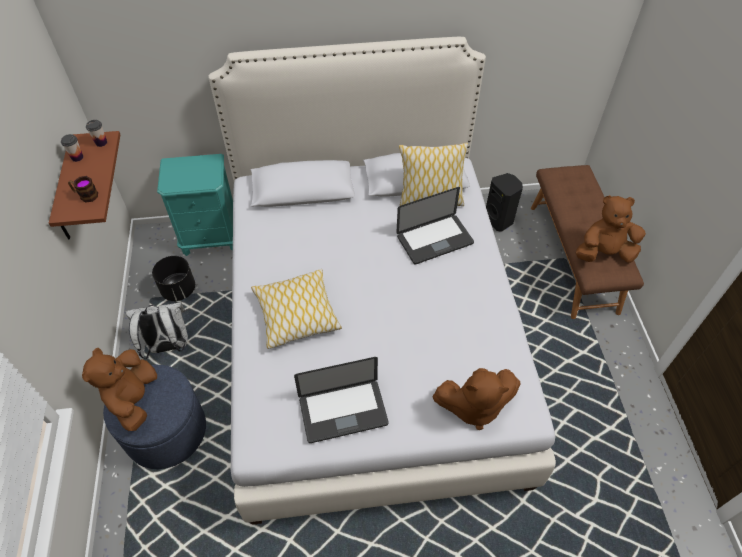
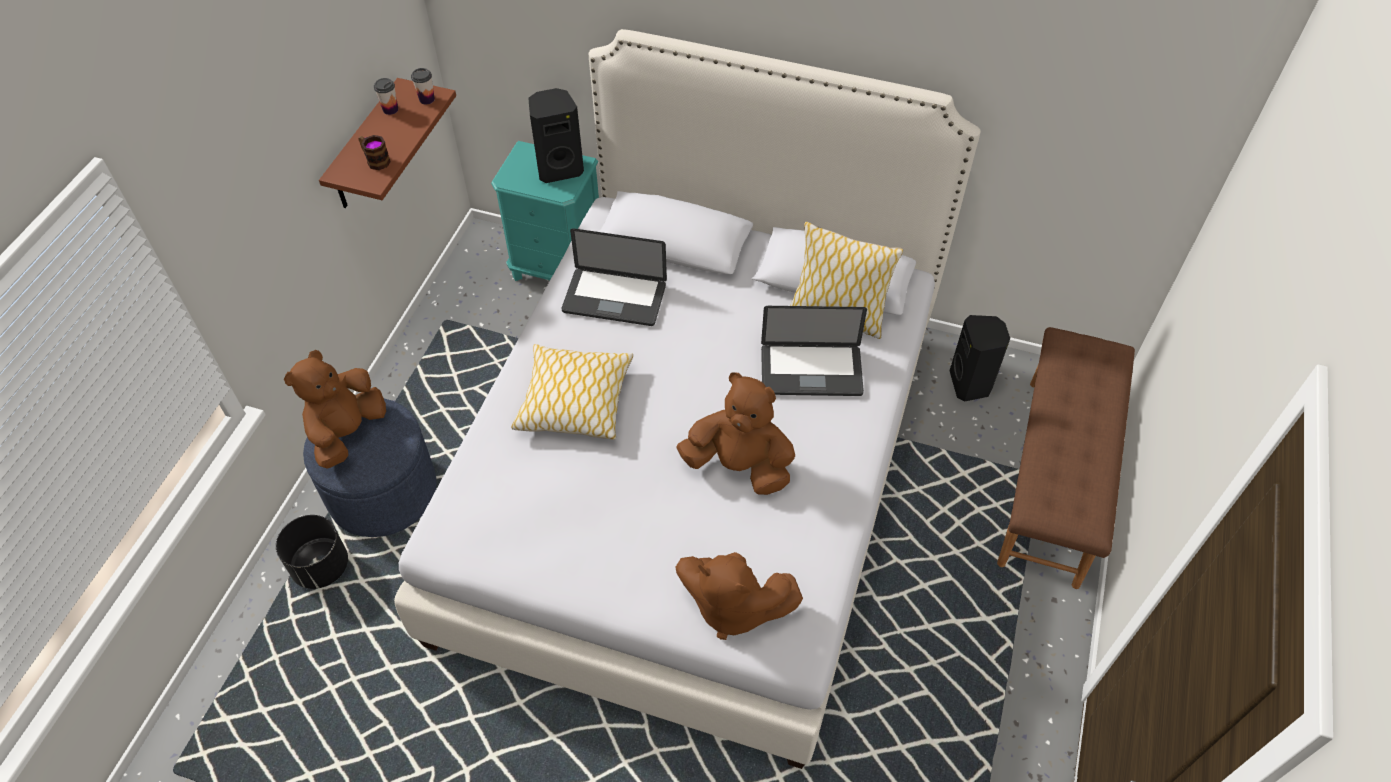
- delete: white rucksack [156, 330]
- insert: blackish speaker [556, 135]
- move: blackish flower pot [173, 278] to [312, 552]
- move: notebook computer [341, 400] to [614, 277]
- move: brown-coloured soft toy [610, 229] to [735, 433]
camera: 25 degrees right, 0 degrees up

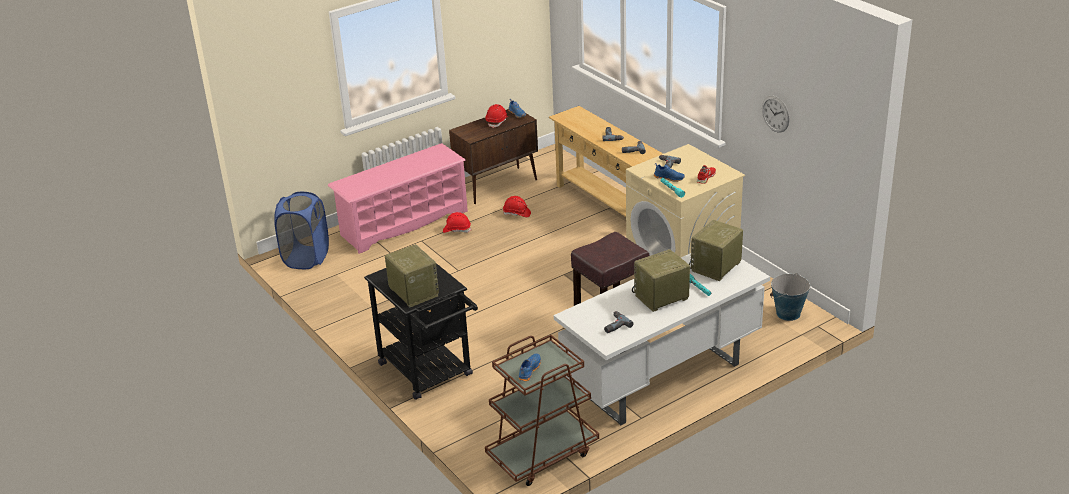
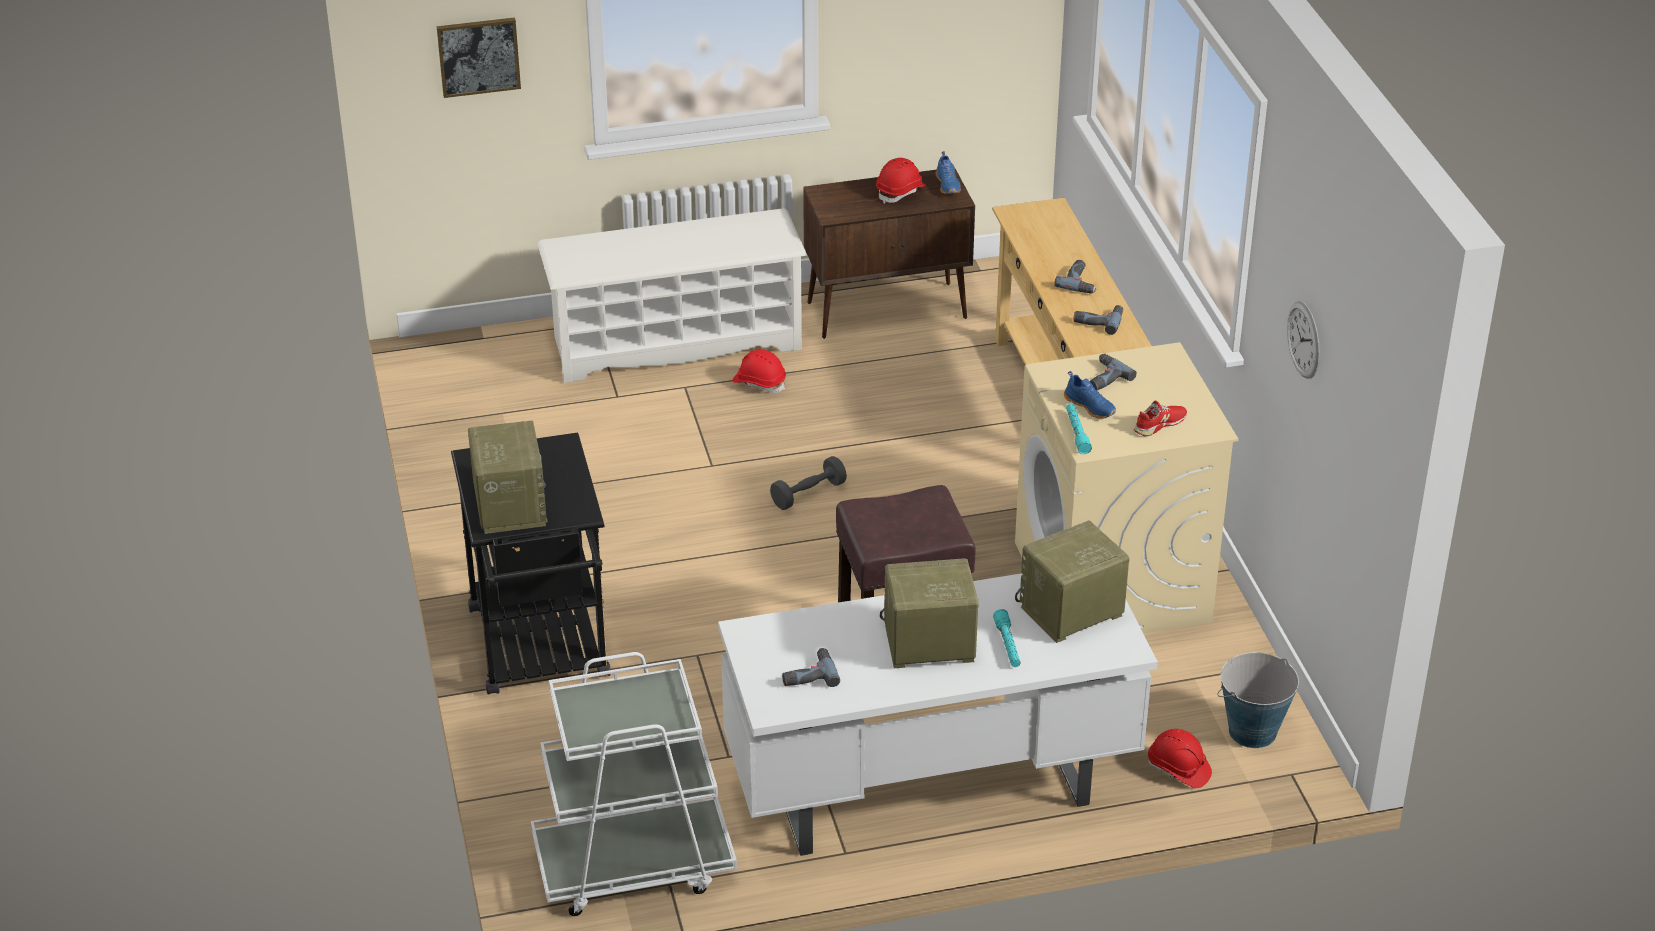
- delete: blue-coloured laundry basket [301, 230]
- delete: blue-coloured low shoe [530, 367]
- insert: wall art [479, 57]
- insert: greyish free weight [808, 483]
- move: red hard hat [517, 206] to [1180, 758]
- recolor: pink shoe stand [398, 198] to white shoe stand [672, 295]
- recolor: brown-coloured wheeled cart [542, 410] to white wheeled cart [634, 784]
camera: 20 degrees right, 5 degrees up

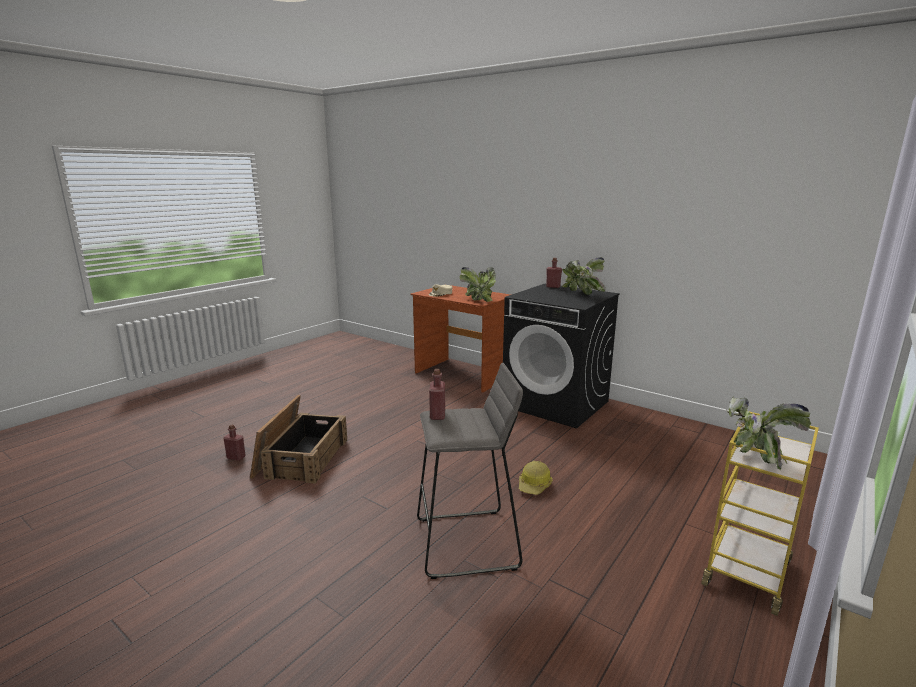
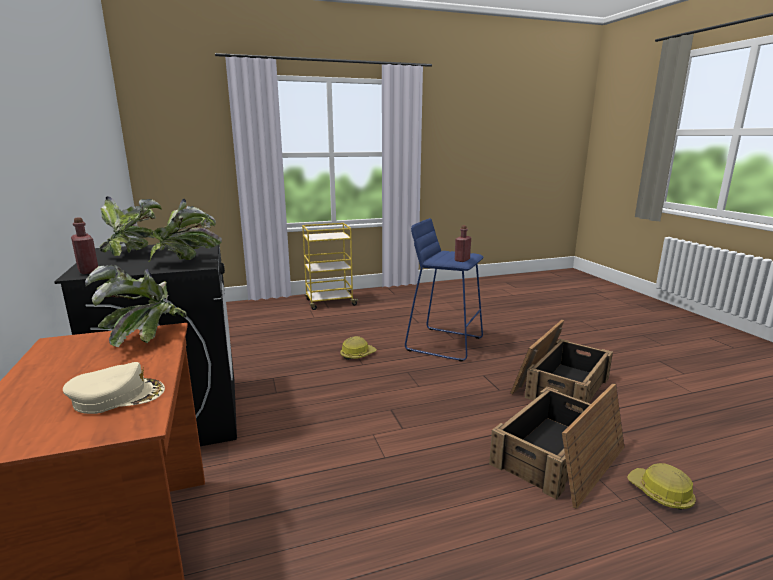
- insert: packing crate [561, 366]
- move: potted plant [768, 433] to [185, 230]
- replace: red drink bottle [235, 443] to hard hat [661, 486]
- recolor: greyish stool [470, 471] to blue-coloured stool [444, 290]
camera: 145 degrees left, 0 degrees up

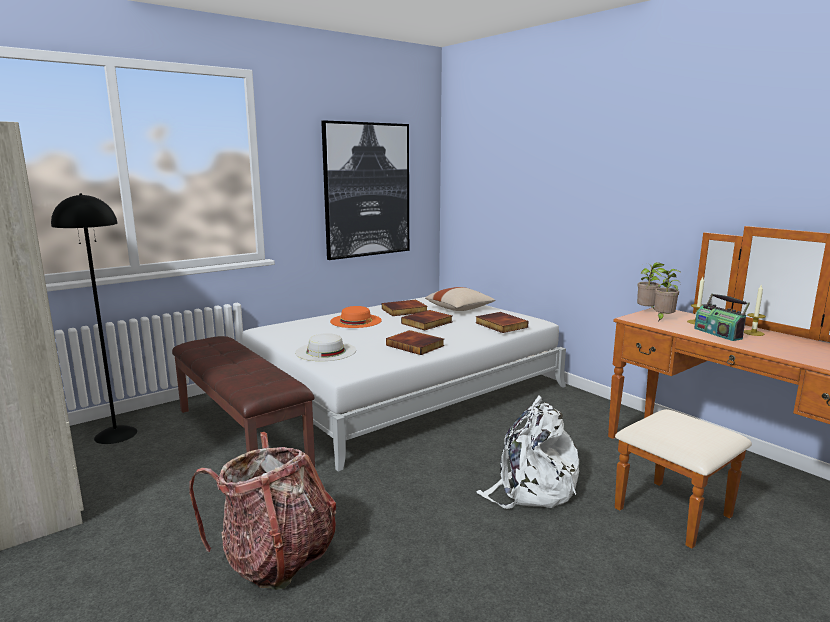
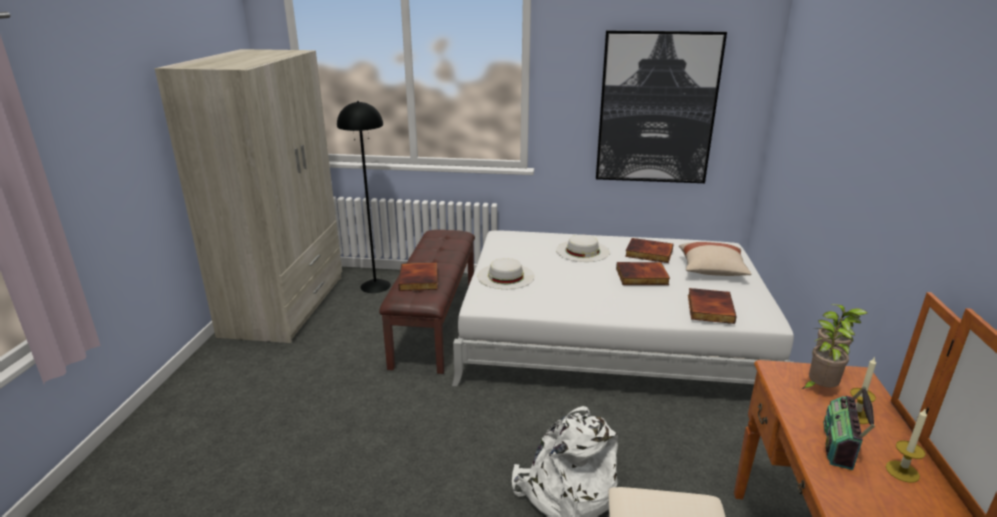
- delete: rucksack [262, 511]
- move: book [415, 342] to [418, 276]
- recolor: orange-coloured hat [356, 317] to white hat [583, 248]
camera: 45 degrees right, 10 degrees up

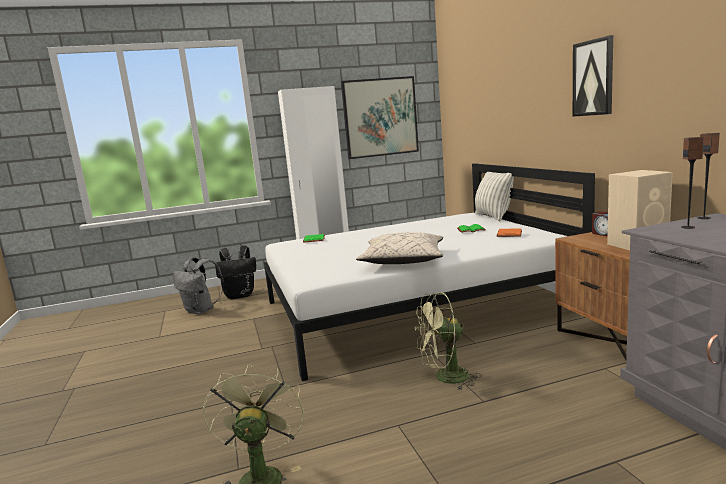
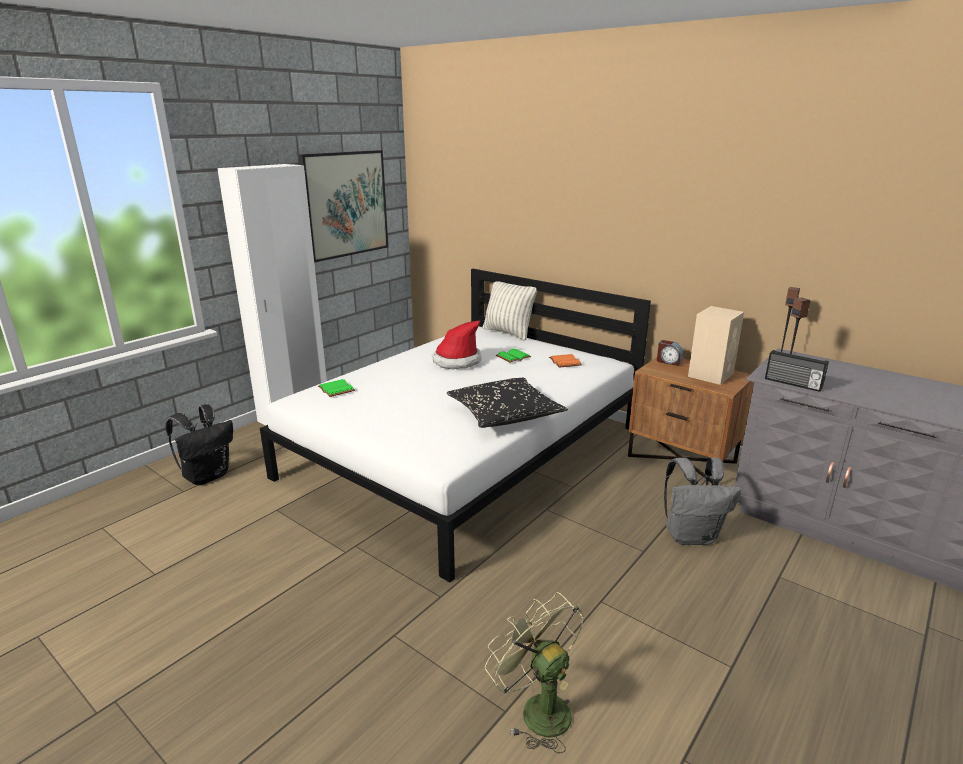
- delete: green fan [448, 341]
- delete: wall art [593, 76]
- insert: hat [456, 344]
- insert: radio [797, 371]
- move: greyish rucksack [198, 286] to [702, 501]
- recolor: beige-coloured cushion [400, 248] to blackish cushion [507, 403]
camera: 35 degrees left, 10 degrees up

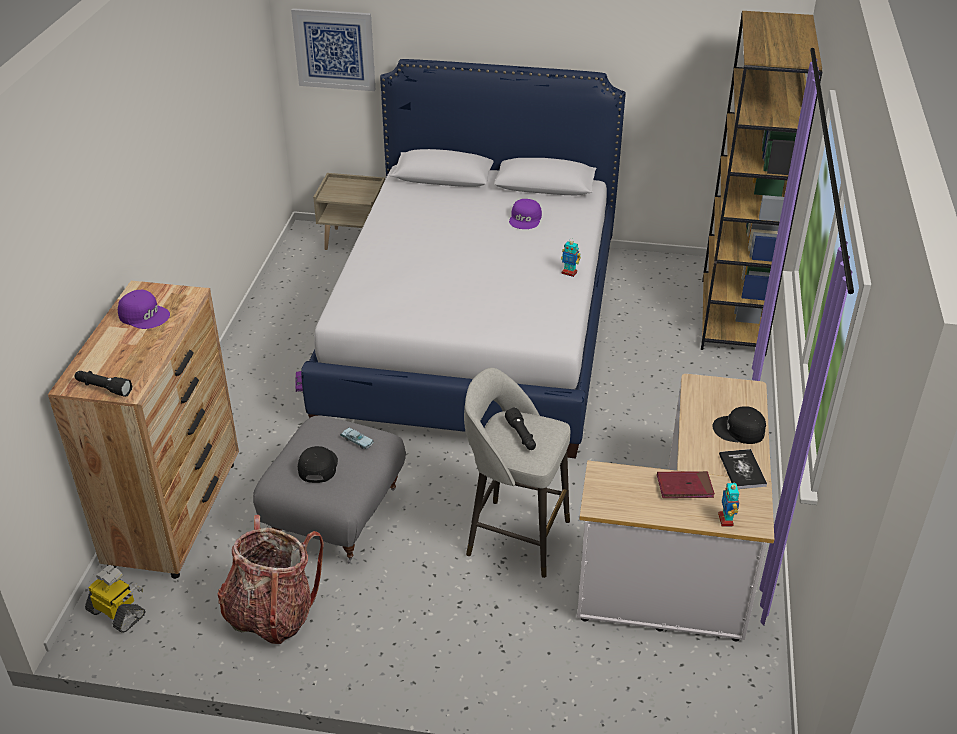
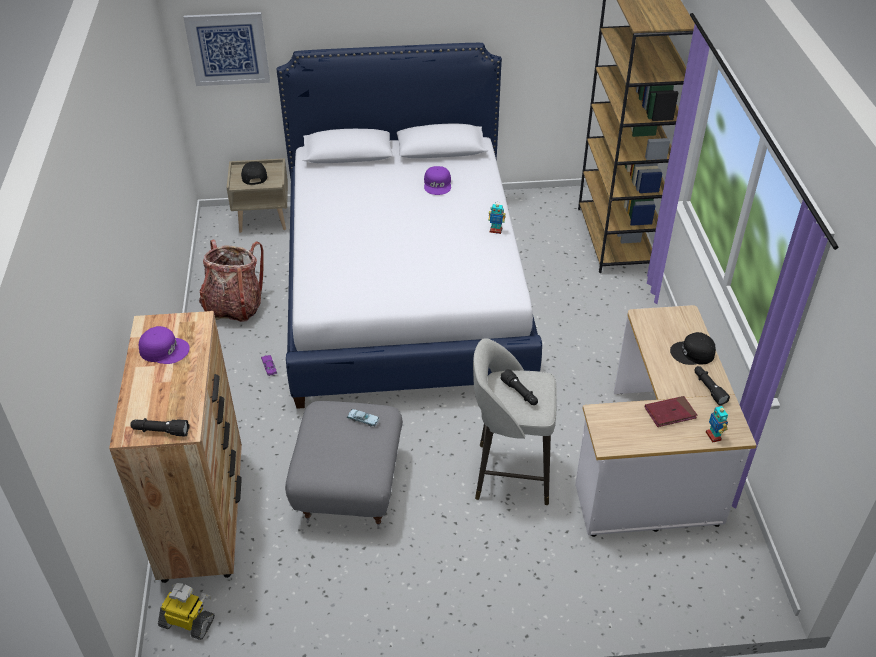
- move: rucksack [271, 579] to [231, 280]
- move: blackish peaked cap [318, 464] to [254, 173]
- replace: book [743, 469] to blackish hand torch [712, 386]
camera: 15 degrees left, 5 degrees up

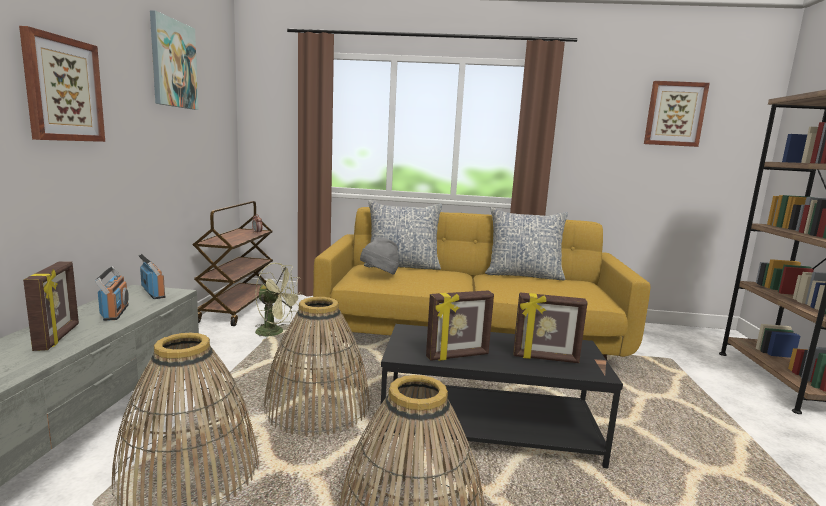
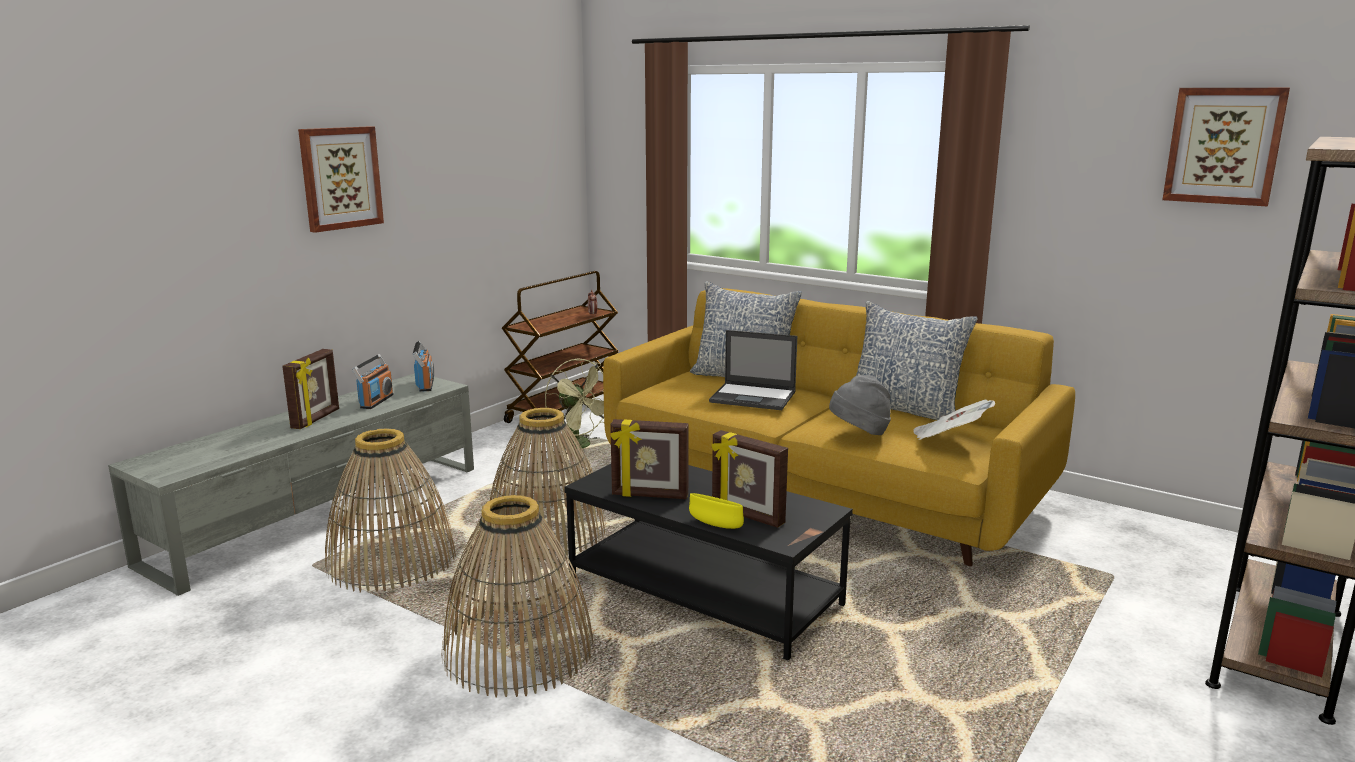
- delete: wall art [174, 60]
- insert: yellow deep dish [716, 511]
- insert: notebook computer [753, 370]
- insert: printed paper [954, 419]
- move: greyish hat [379, 256] to [860, 405]
camera: 30 degrees right, 5 degrees up

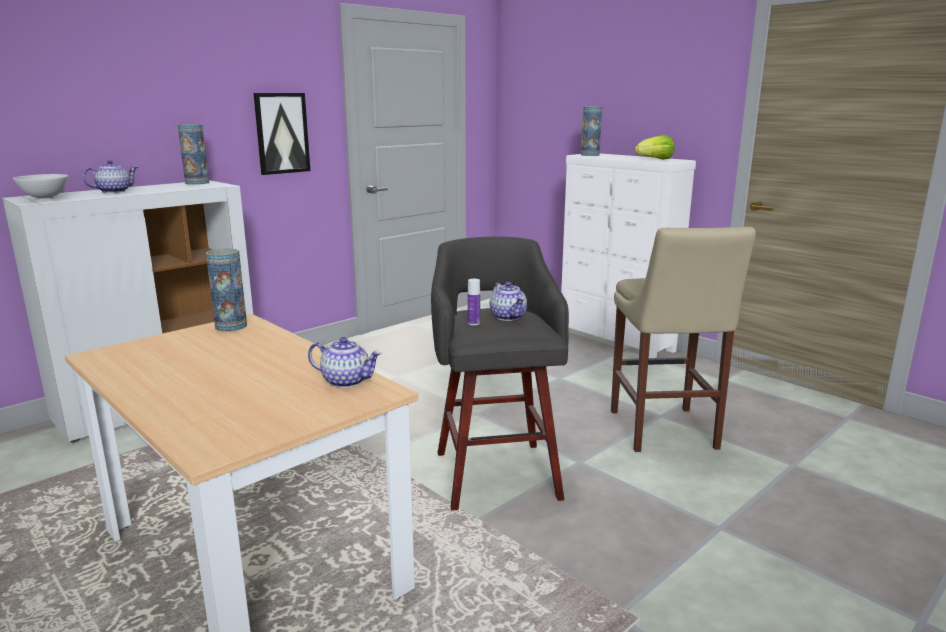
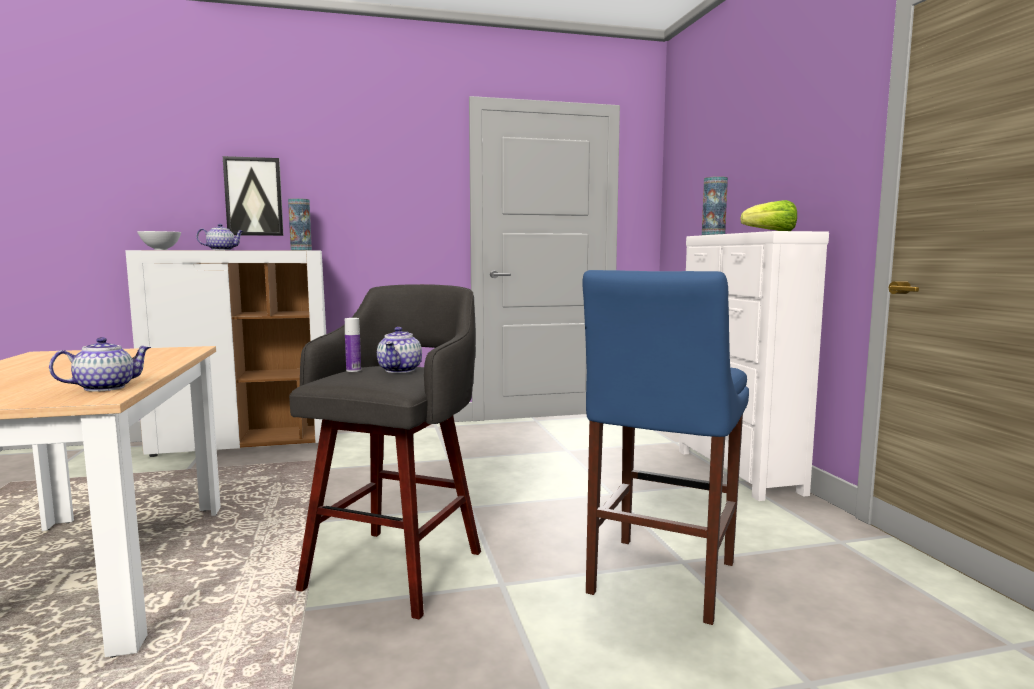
- delete: decorative vase [226, 289]
- move: wall art [281, 134] to [253, 196]
- recolor: beige-coloured stool [683, 339] to blue-coloured stool [665, 447]
- rotate: tea pot [345, 362] = [100, 364] 90 degrees counterclockwise
camera: 30 degrees right, 10 degrees down

